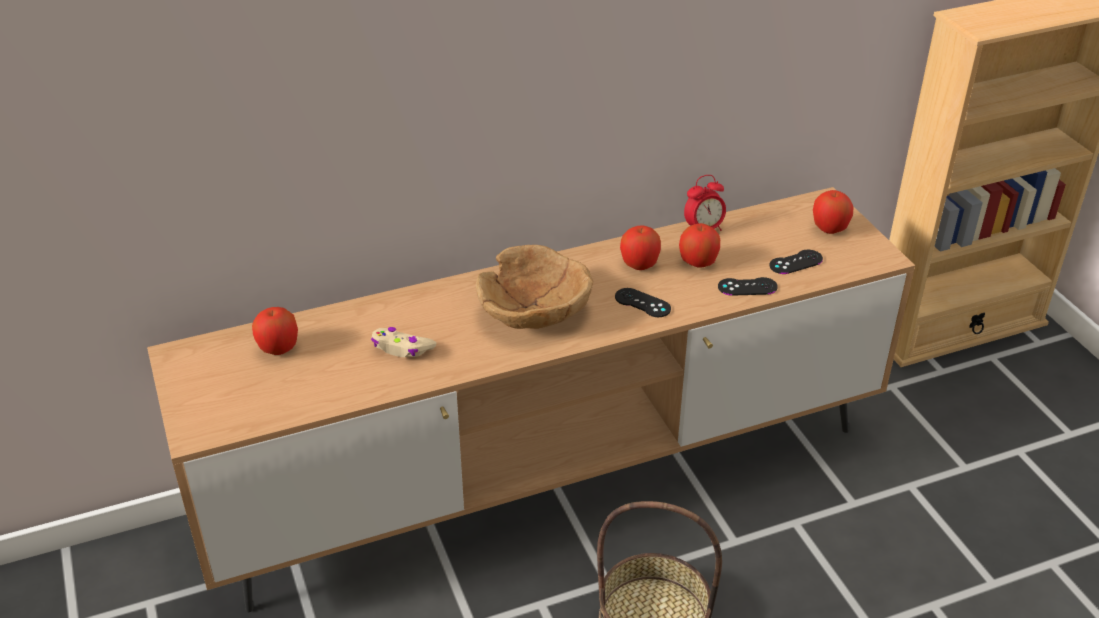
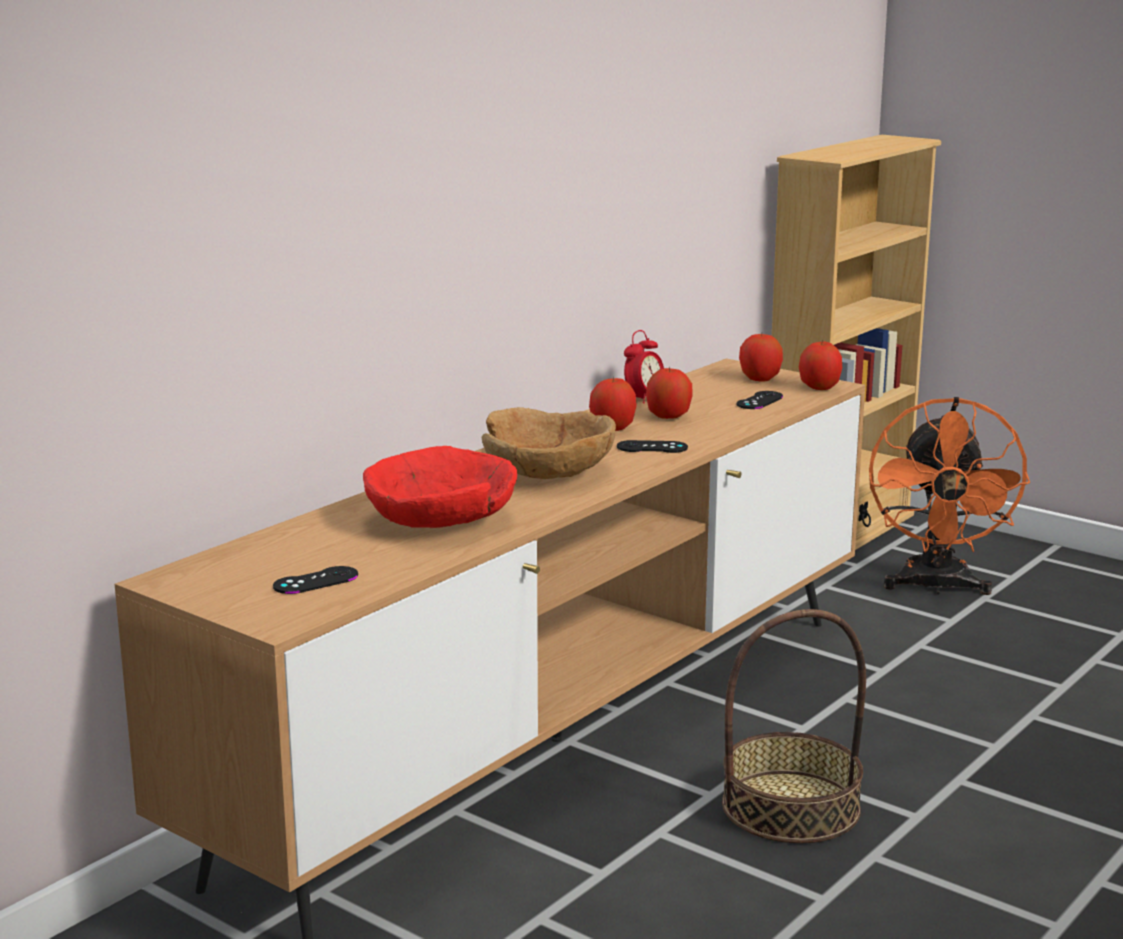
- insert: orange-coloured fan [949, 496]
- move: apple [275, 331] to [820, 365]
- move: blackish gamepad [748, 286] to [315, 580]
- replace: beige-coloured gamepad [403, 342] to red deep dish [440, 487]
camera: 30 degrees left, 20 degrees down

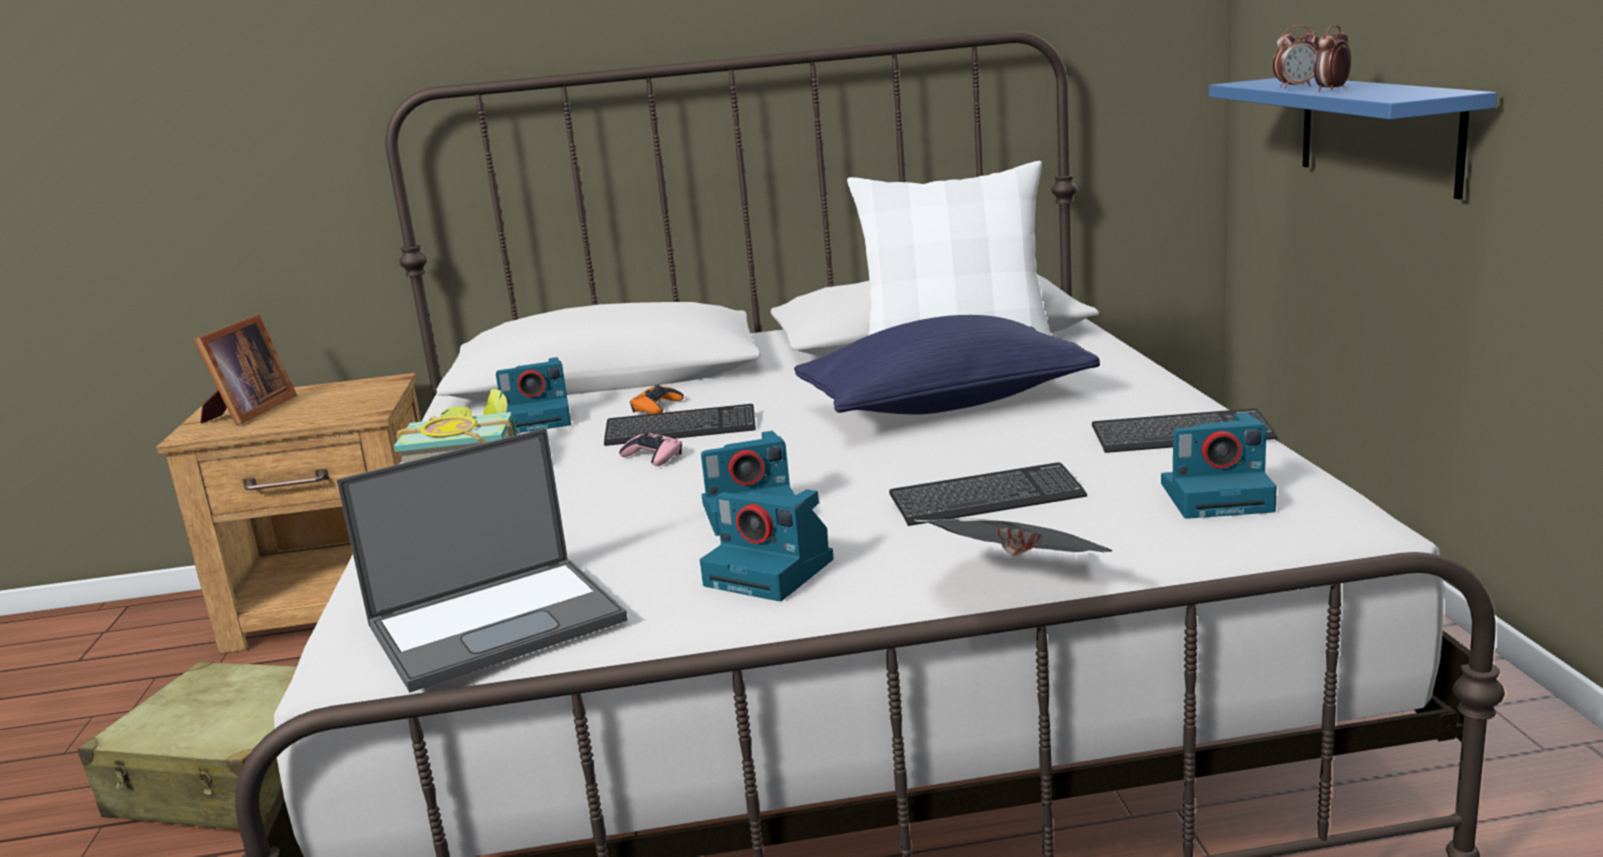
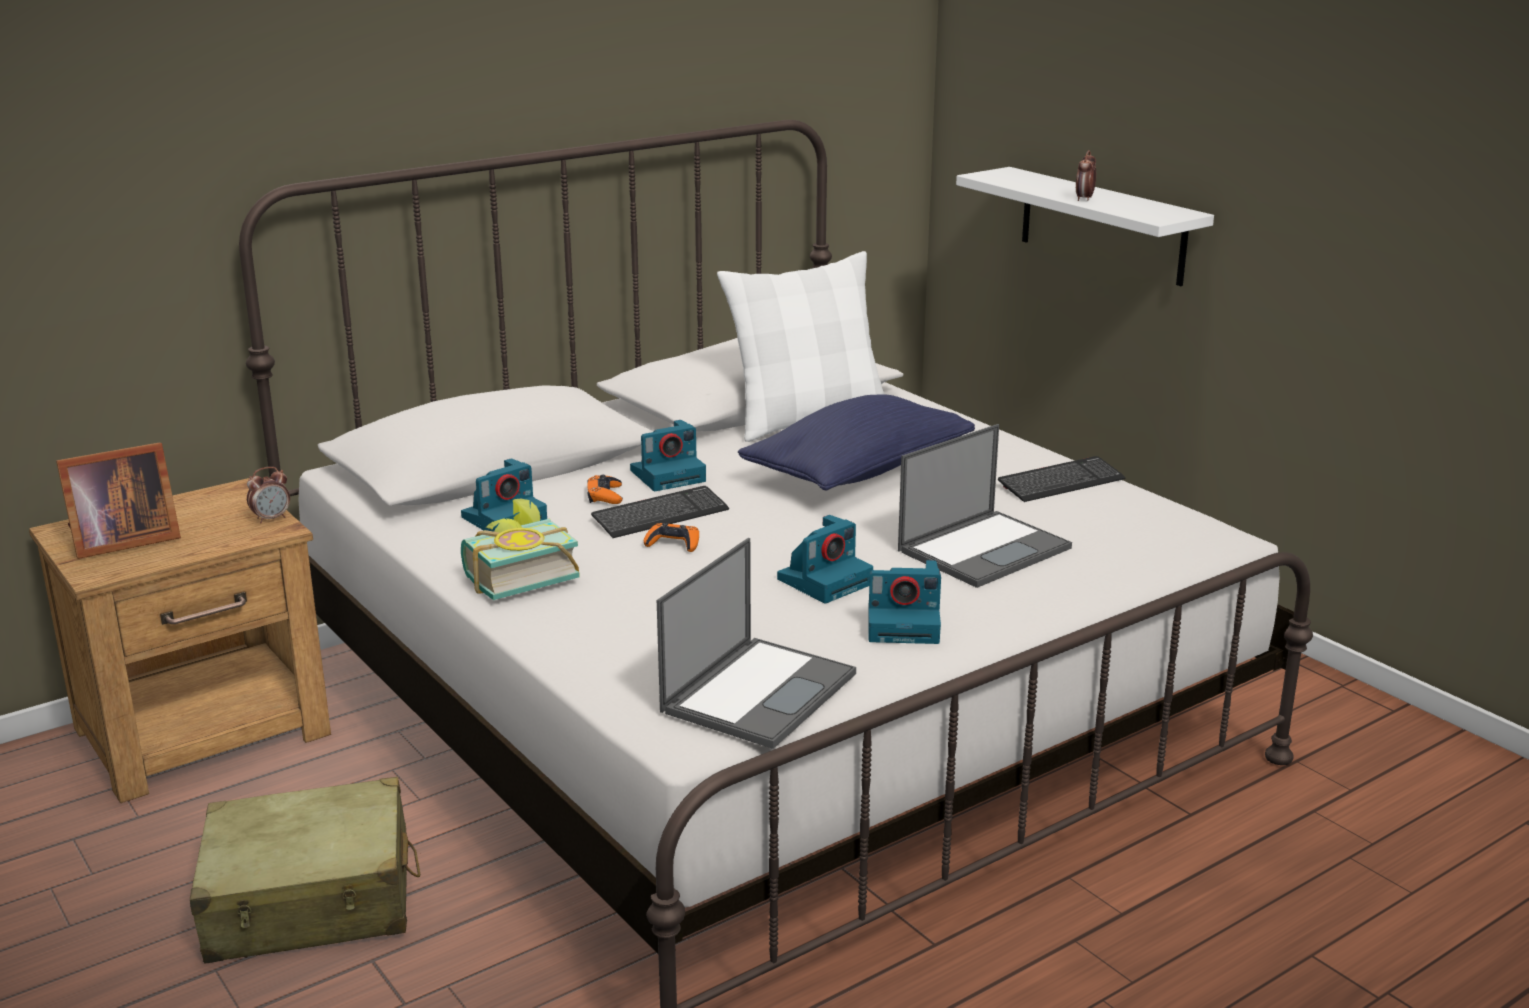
- delete: printed paper [1013, 536]
- move: photo camera [1219, 466] to [668, 455]
- move: alarm clock [1295, 57] to [268, 495]
- replace: computer keyboard [988, 494] to notebook computer [985, 506]
- recolor: pink gamepad [650, 449] to orange-coloured gamepad [671, 537]
- recolor: blue-coloured shelf [1353, 139] to white shelf [1085, 226]
- rotate: picture frame [245, 369] = [118, 500] 75 degrees clockwise
camera: 30 degrees left, 5 degrees up

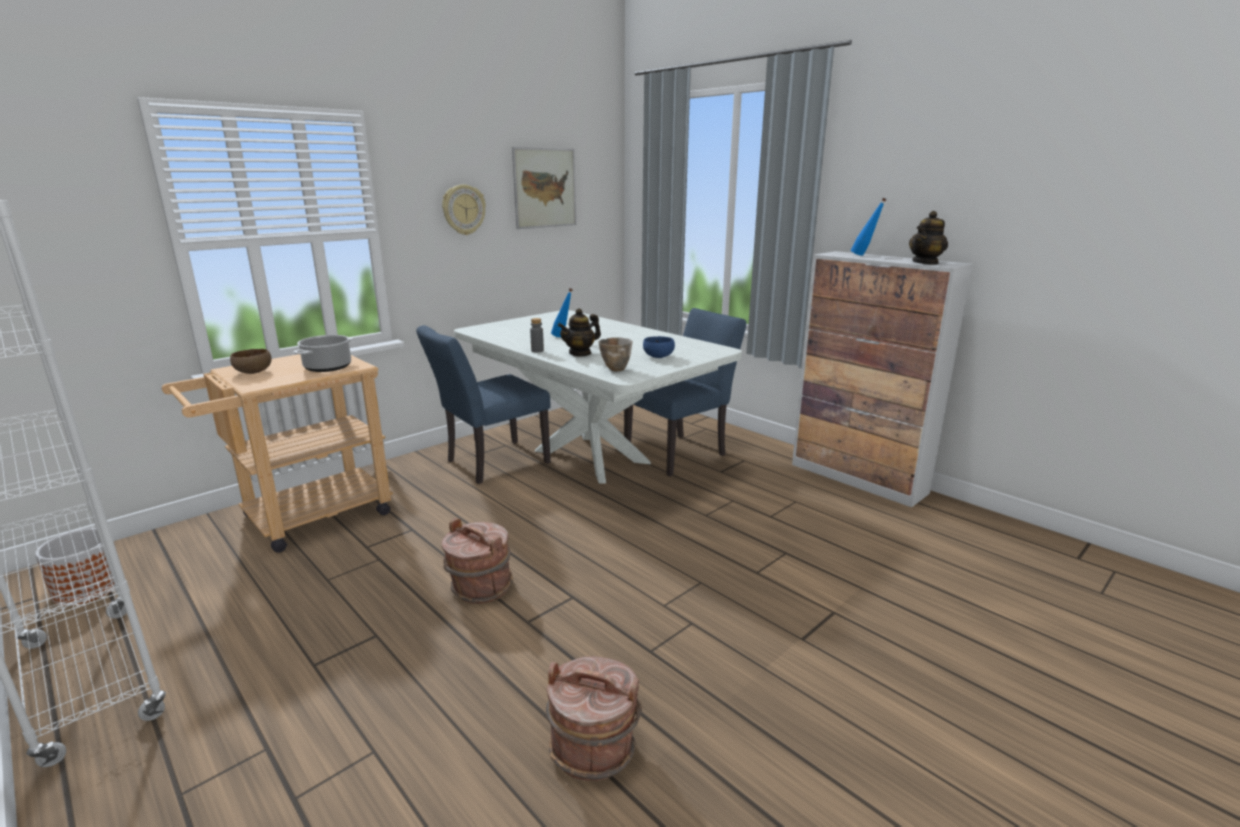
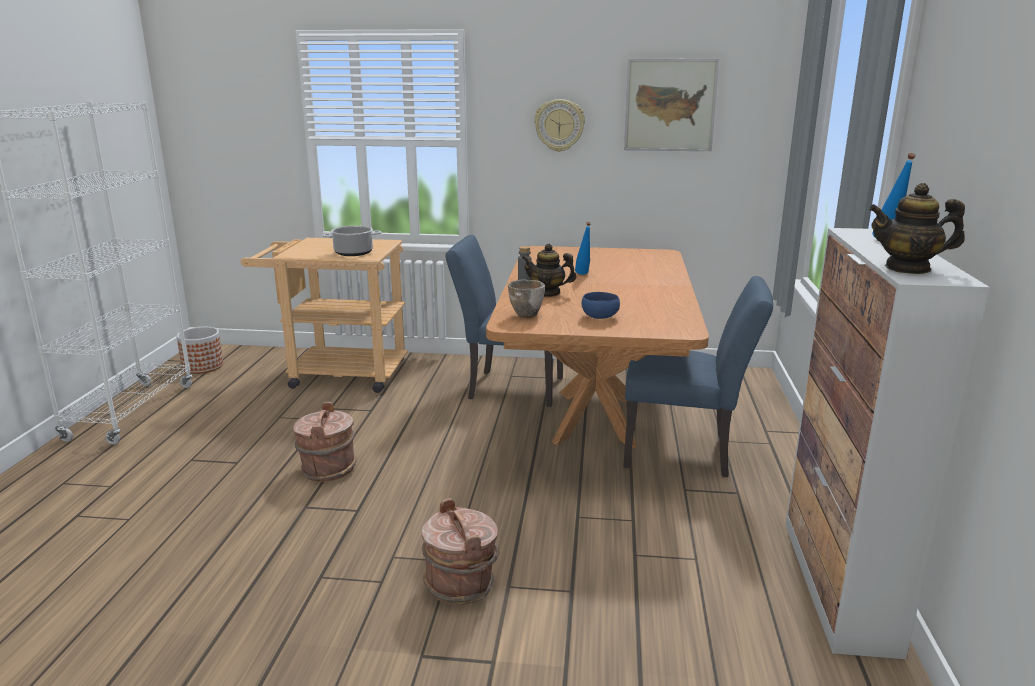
- delete: brown-coloured deep dish [251, 361]
- move: brown-coloured water bucket [594, 718] to [460, 551]
- recolor: white dining table [598, 397] to brown-coloured dining table [597, 347]
camera: 50 degrees right, 0 degrees up

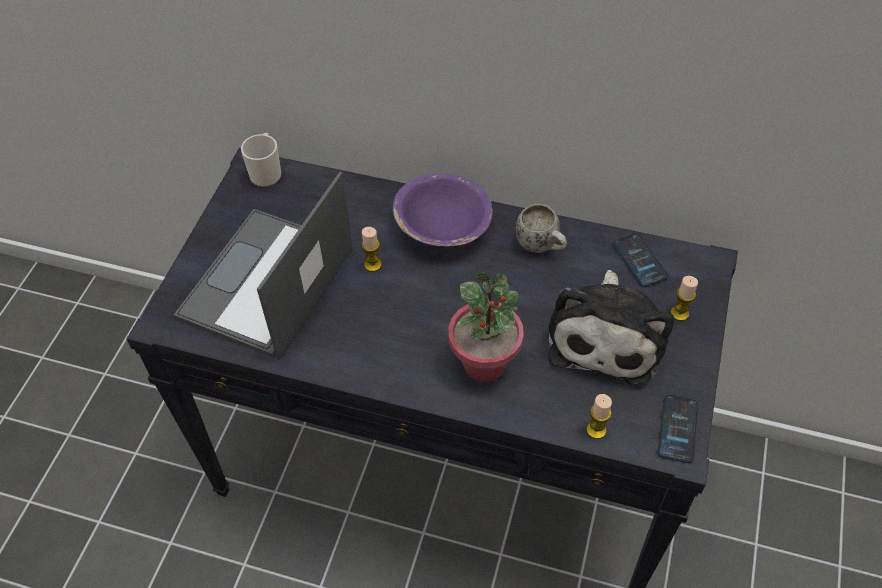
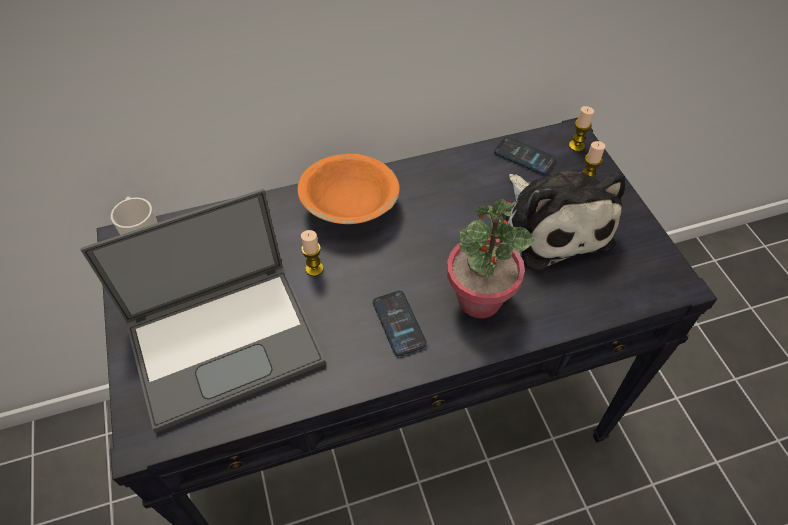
- delete: white tea mug [541, 228]
- move: wax candle [599, 416] to [581, 129]
- move: telephone [678, 429] to [400, 323]
- recolor: purple-coloured deep dish [443, 210] to orange-coloured deep dish [348, 189]
- rotate: notebook computer [263, 266] = [203, 311] 105 degrees counterclockwise
camera: 35 degrees left, 0 degrees up

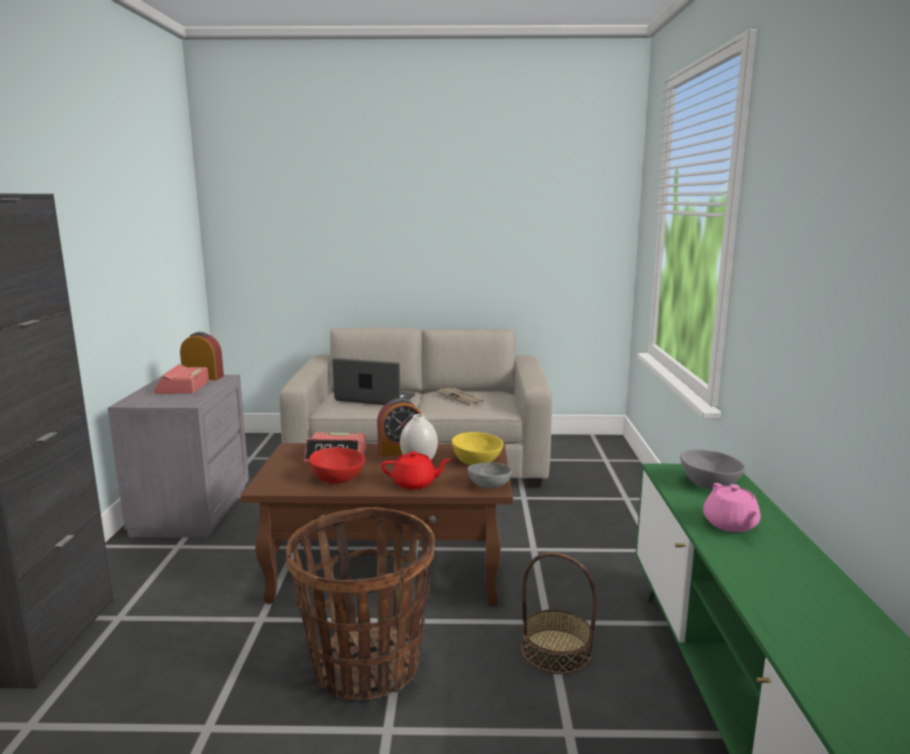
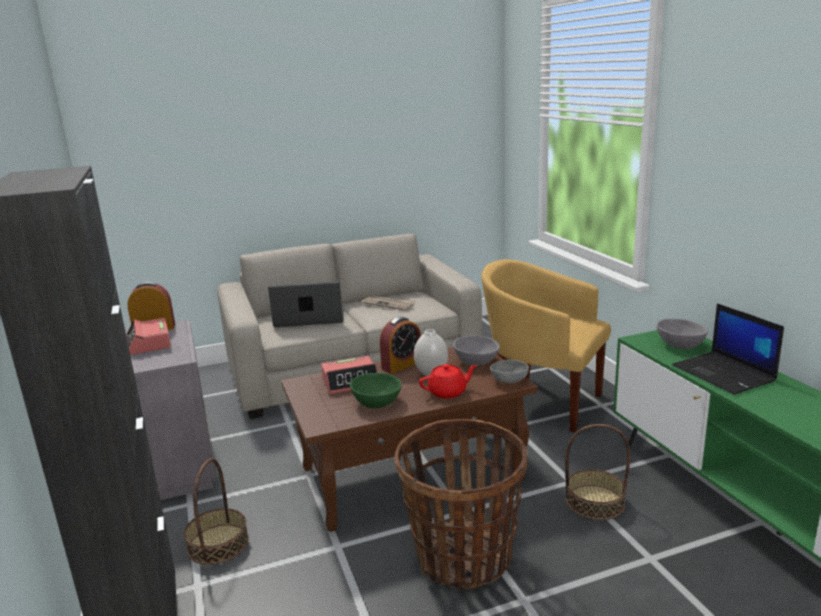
- insert: basket [216, 511]
- insert: yellow lounge chair [546, 345]
- replace: pink tea pot [732, 507] to notebook computer [728, 349]
- recolor: red deep dish [337, 465] to green deep dish [376, 390]
- recolor: yellow deep dish [478, 448] to greyish deep dish [476, 350]
camera: 20 degrees left, 5 degrees up

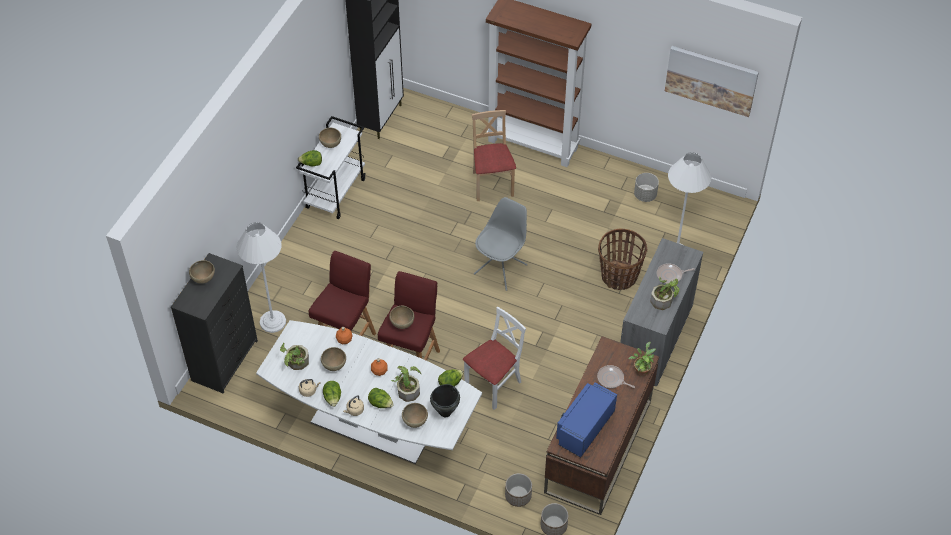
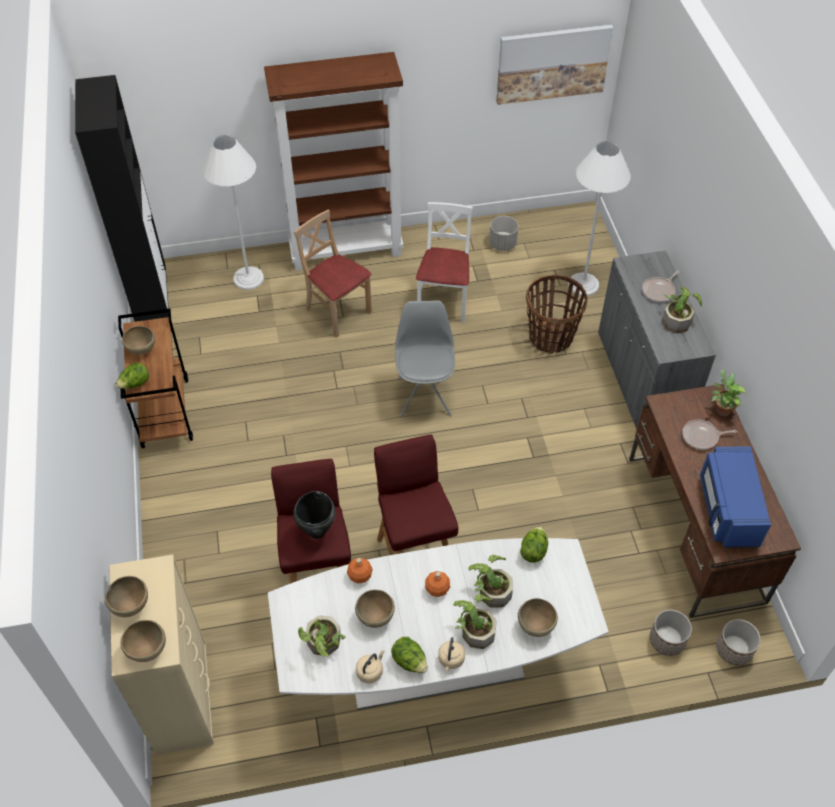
- move: white standing lamp [261, 277] to [233, 212]
- move: brown-coloured deep dish [401, 317] to [143, 641]
- move: blackish saucepot [445, 400] to [314, 515]
- move: white upright chair [494, 358] to [444, 262]
- replace: lettuce [381, 398] to potted plant [475, 621]
- recolor: blackish chest of drawers [214, 323] to beige-coloured chest of drawers [161, 654]
- recolor: white wheeled cart [331, 167] to brown-coloured wheeled cart [155, 378]
camera: 35 degrees left, 0 degrees up

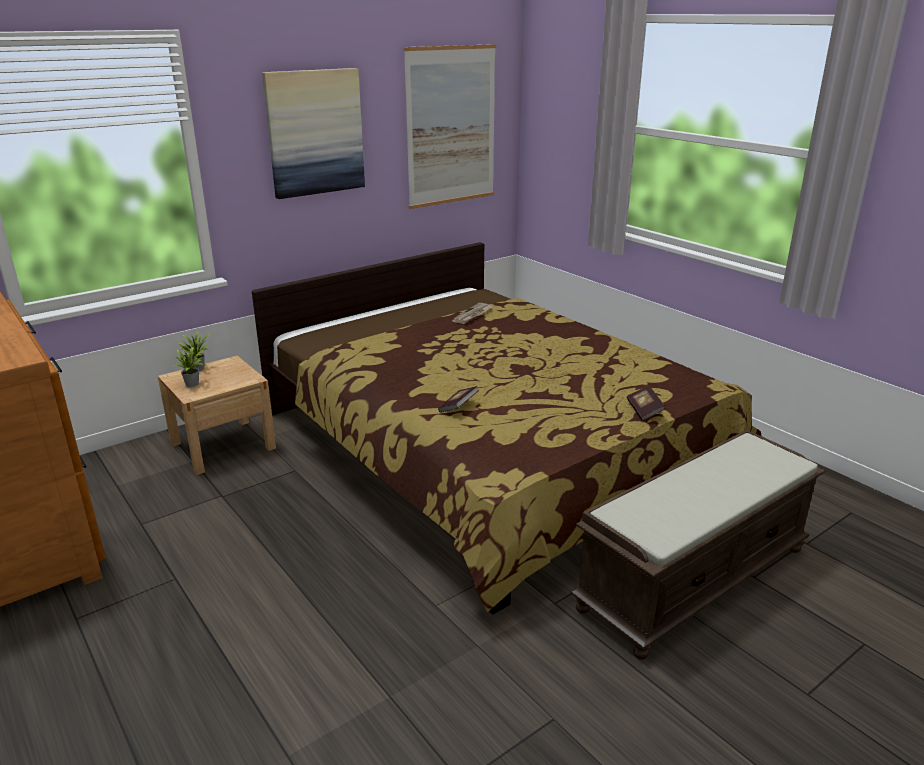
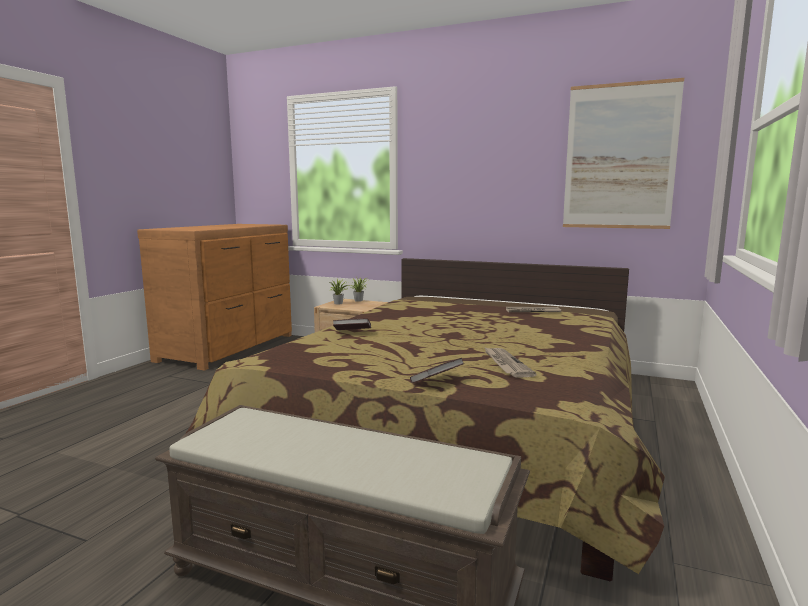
- delete: wall art [313, 133]
- insert: printed paper [510, 362]
camera: 60 degrees right, 15 degrees down

